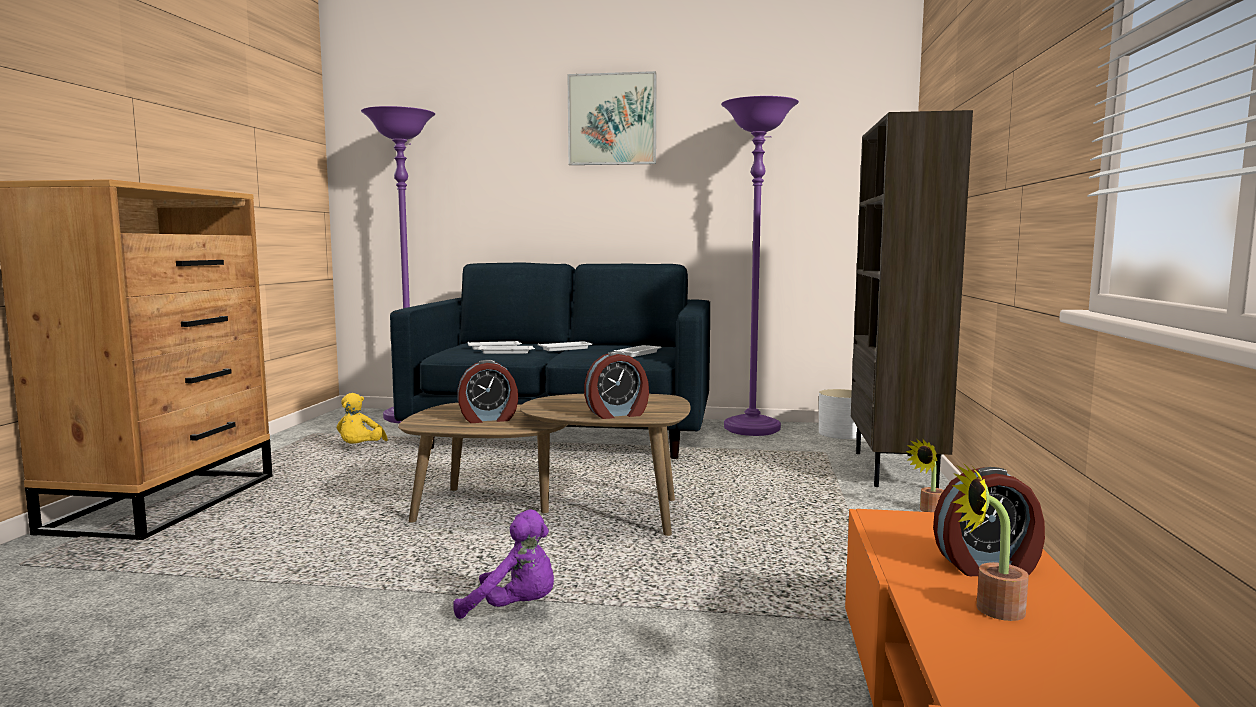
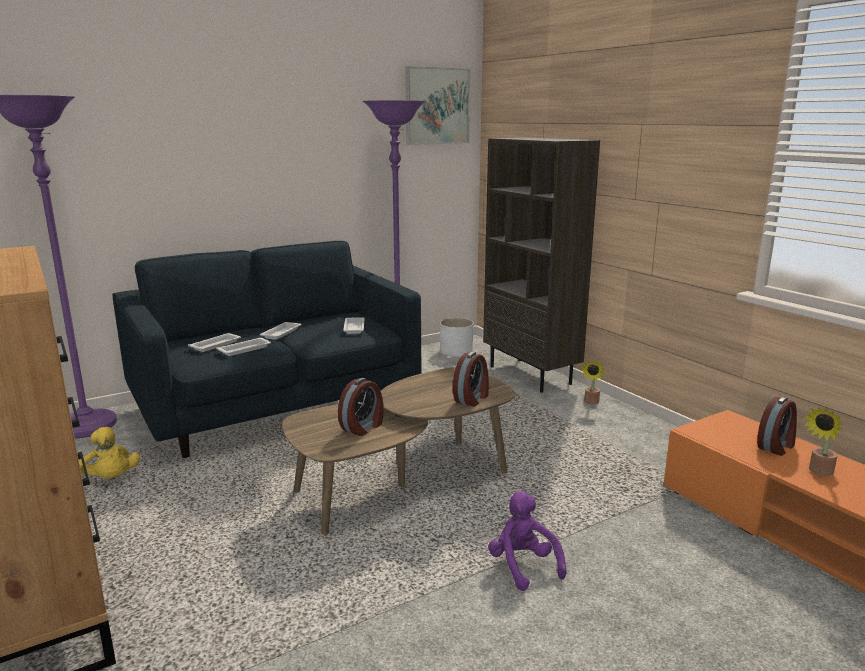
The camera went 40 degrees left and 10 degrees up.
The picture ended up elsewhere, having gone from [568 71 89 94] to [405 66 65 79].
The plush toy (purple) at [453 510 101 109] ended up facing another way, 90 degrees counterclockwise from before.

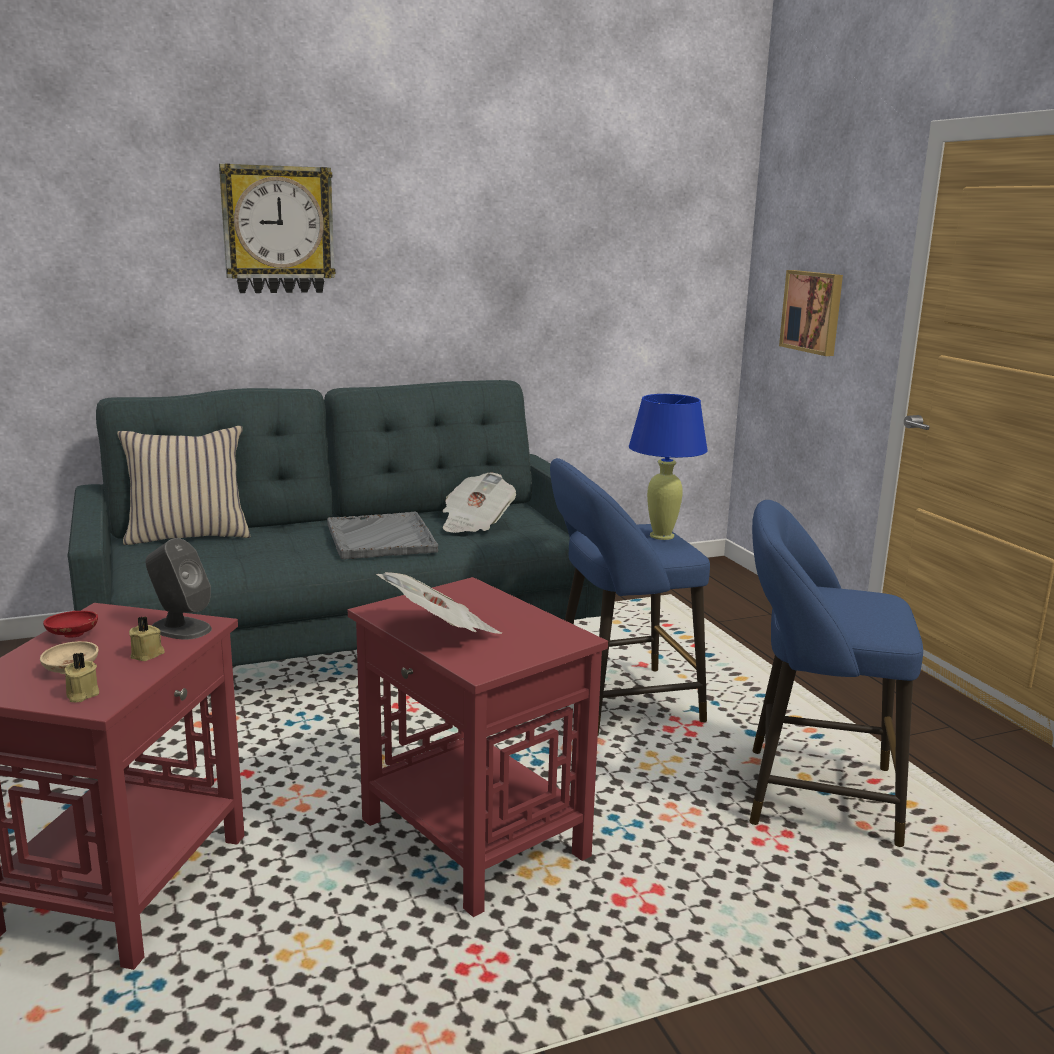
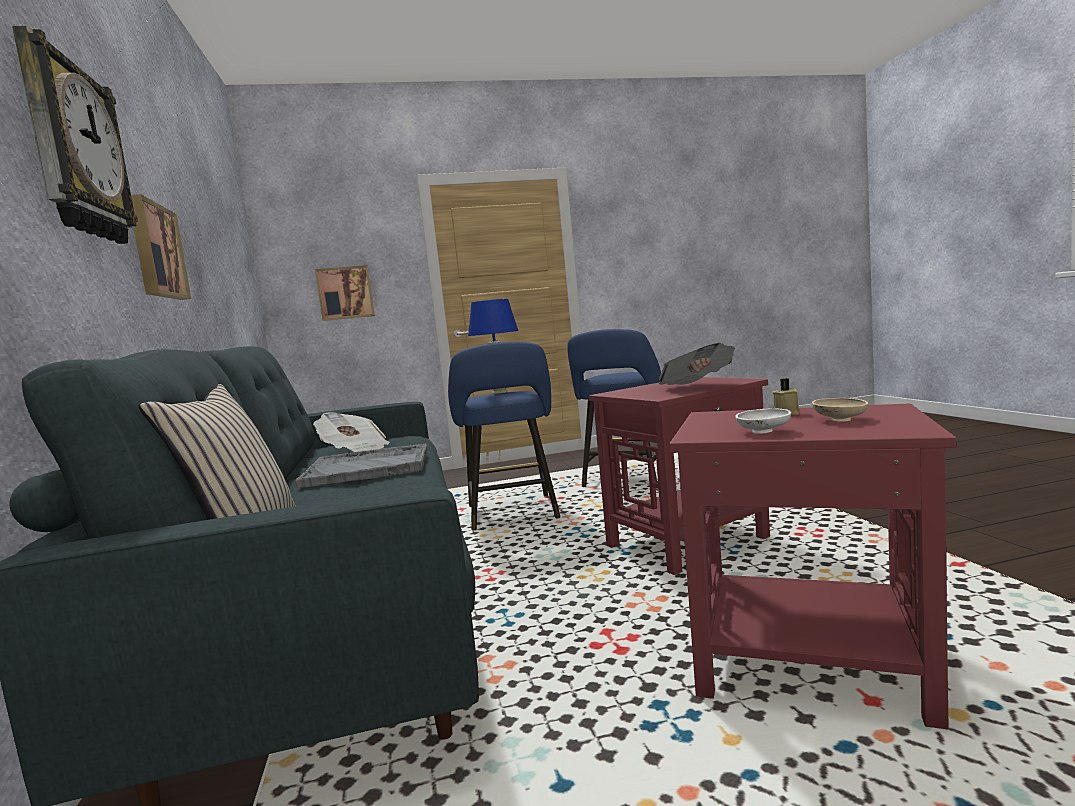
The camera went 80 degrees left and 10 degrees down.
The second view lost the candle (beige) at [64 652 35 50].
The second view lost the speaker (grey) at [145 538 67 102].
The second view gained the picture at [131 194 60 106].
What was the bowl (red) at [43 611 55 27] turned into the bowl (white) at [735 408 56 26].

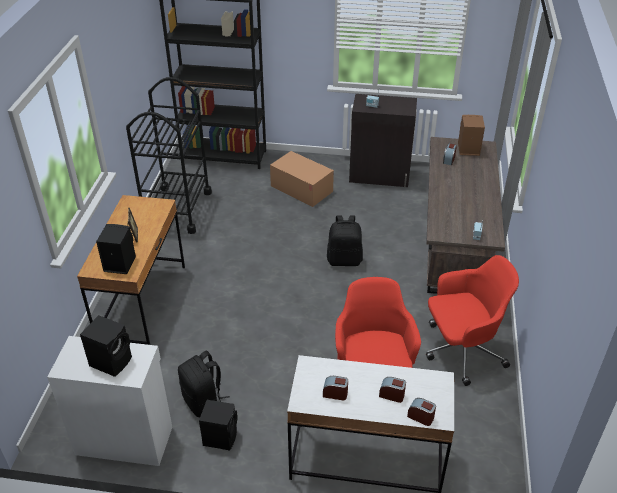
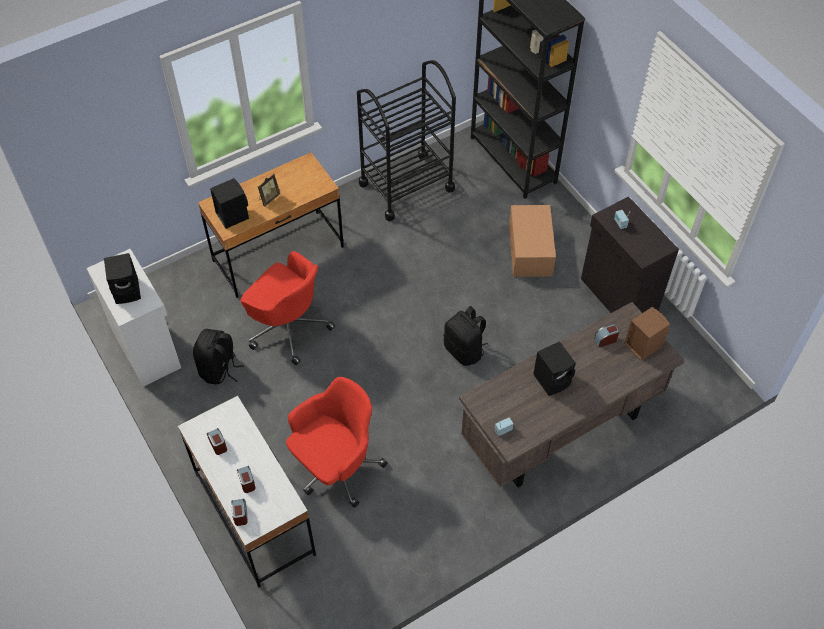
The camera went 50 degrees right and 15 degrees up.
The speaker (black) ended up elsewhere, having gone from [199 400 39 51] to [533 341 43 55].
The office chair (red) ended up elsewhere, having gone from [426 255 93 131] to [240 251 95 114].

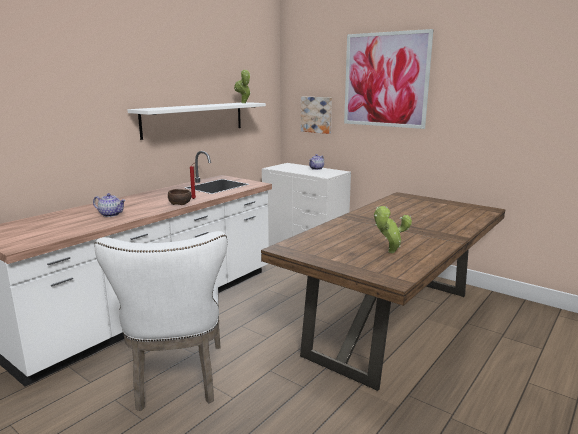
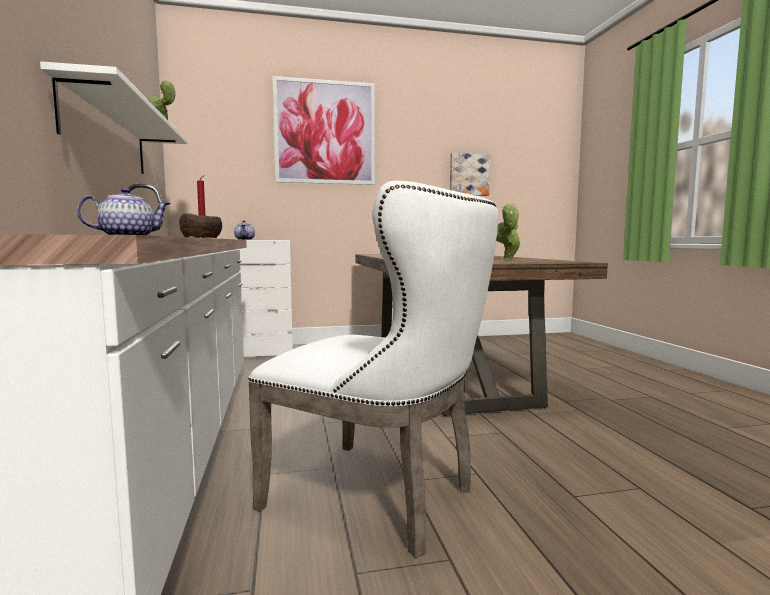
The camera went 50 degrees left and 10 degrees down.
The picture ended up elsewhere, having gone from [301 97 31 37] to [450 153 40 43].

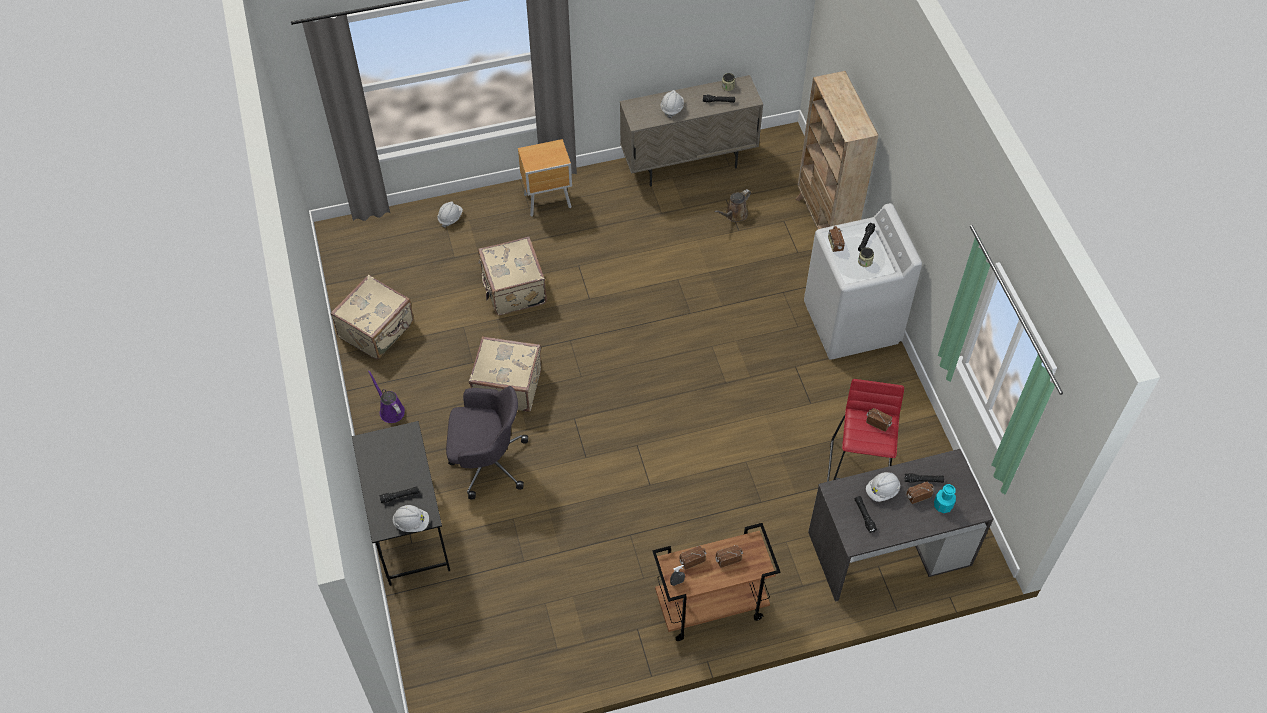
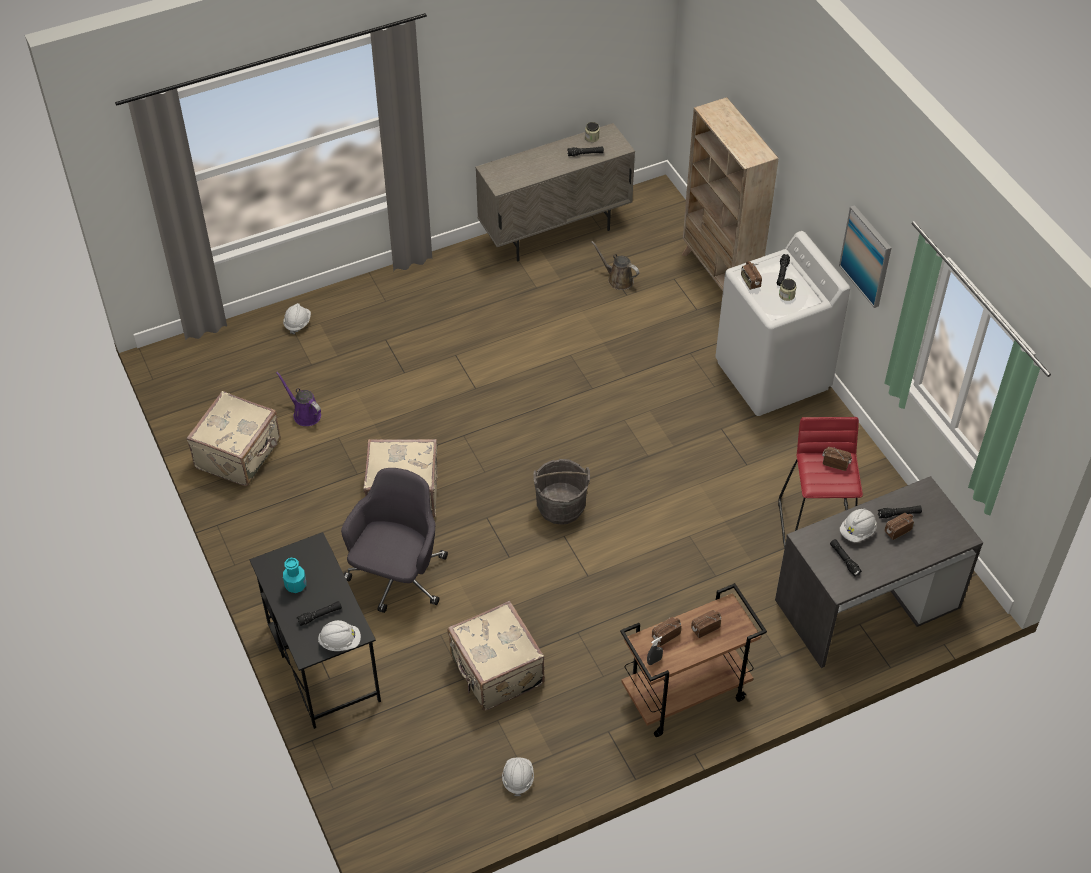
The camera went 10 degrees left and 5 degrees down.
The second view lost the nightstand (brown) at [518 139 54 77].
The second view gained the bucket (grey) at [533 459 57 66].
The second view gained the picture at [839 205 52 103].
The watering can (purple) ended up elsewhere, having gone from [368 370 37 53] to [276 372 45 54].
The suitcase (beige) ended up elsewhere, having gone from [478 236 69 79] to [448 601 97 110].
The hard hat (white) ended up elsewhere, having gone from [661 90 23 28] to [502 757 32 39].
The bottle (turquoise) ended up elsewhere, having gone from [934 484 22 29] to [283 558 23 35].
The office chair (grey) at [446 386 82 114] ended up facing another way, 60 degrees counterclockwise from before.
The watering can (brown) at [714 189 37 33] ended up facing another way, 90 degrees clockwise from before.

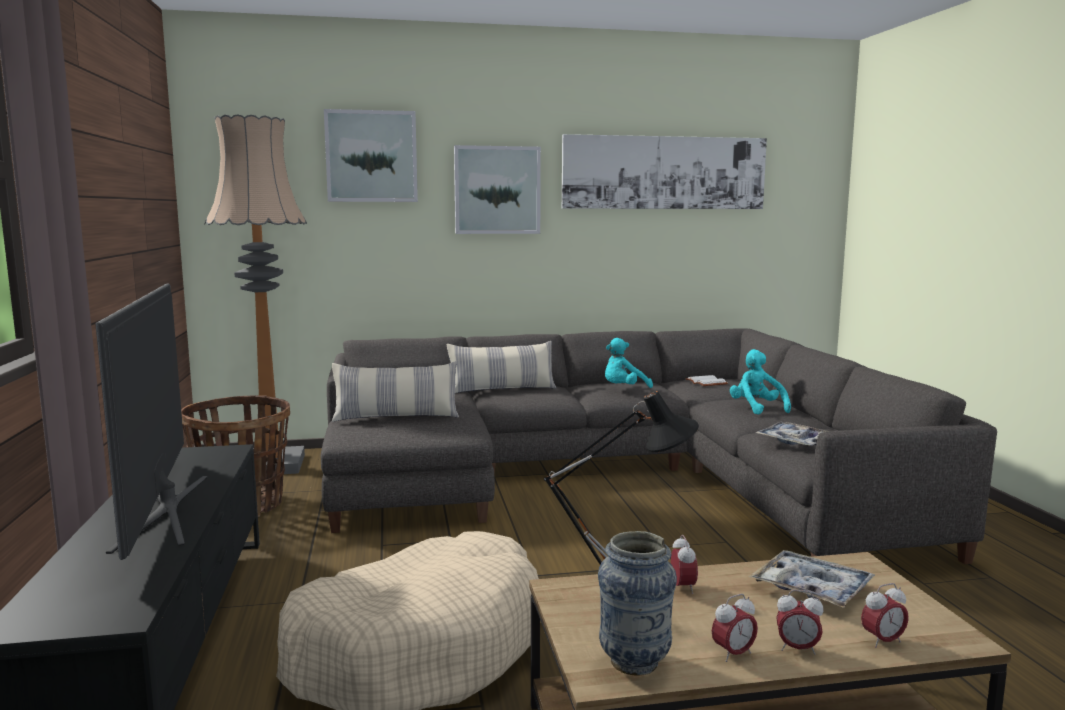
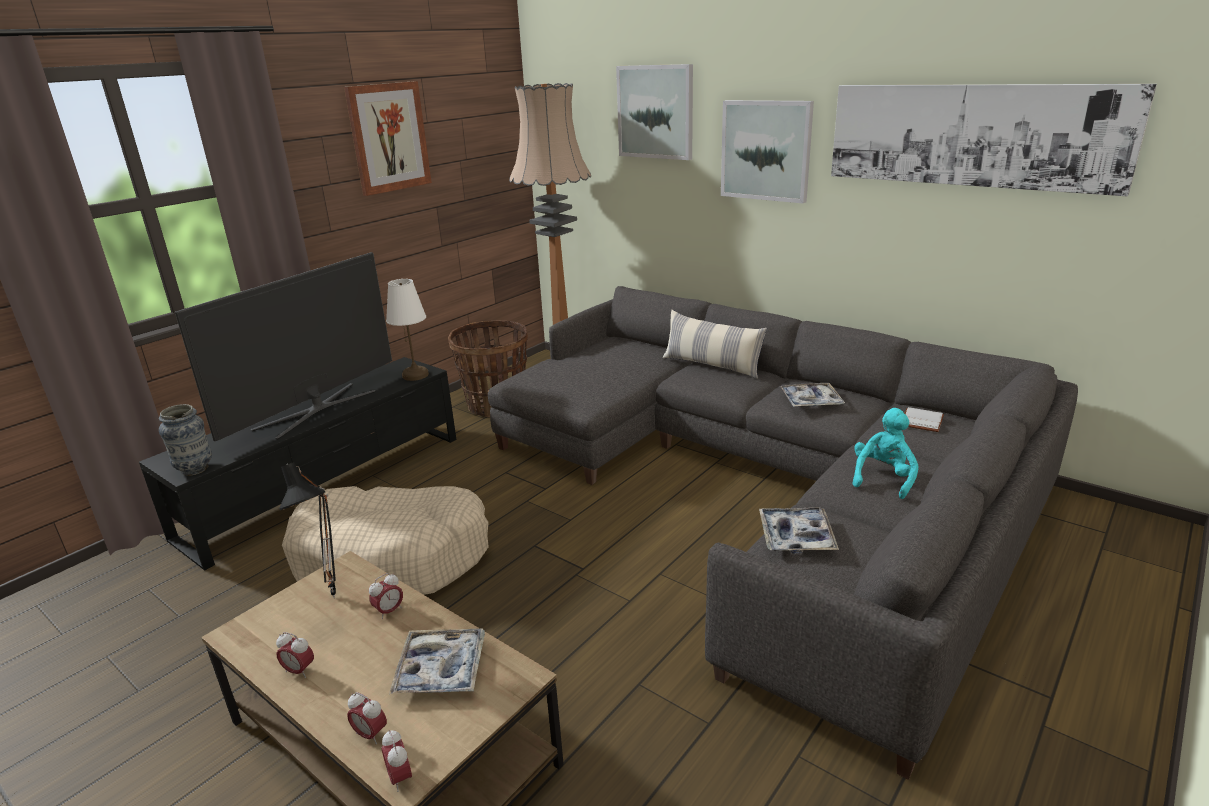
The camera went 50 degrees right and 15 degrees up.
The second view lost the pillow at [332 361 127 61].
The second view gained the picture at [344 81 88 115].
The second view gained the table lamp (white) at [386 279 43 102].
The vase ended up elsewhere, having gone from [598 531 79 145] to [159 404 53 72].
The alarm clock ended up elsewhere, having gone from [776 590 48 65] to [381 730 31 62].
Where the plush toy (turquoise) stood at [605 338 48 50], the tray came to stand at [780 383 65 24].

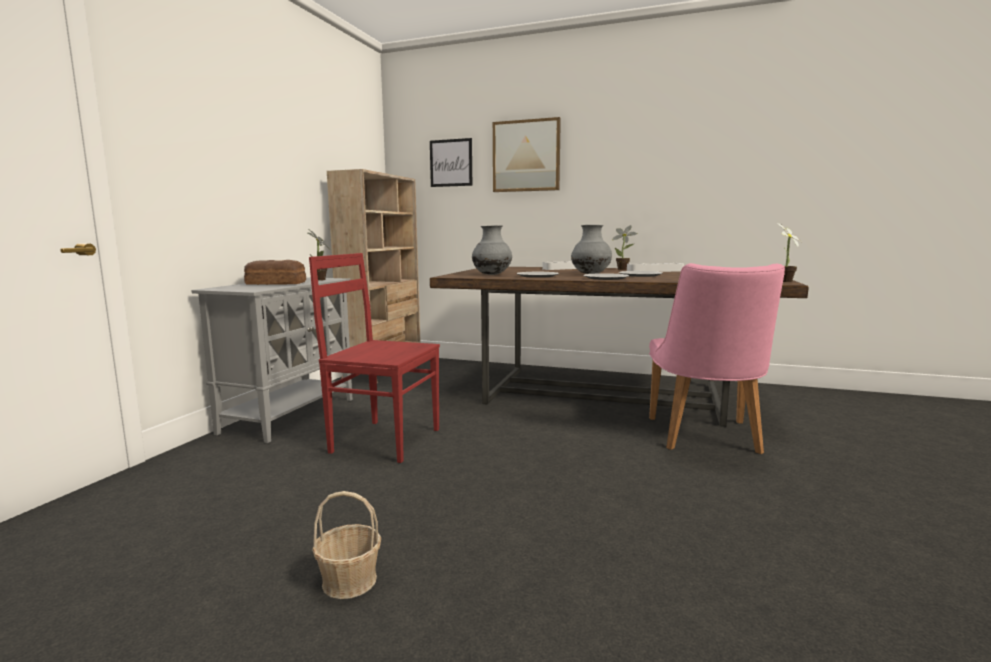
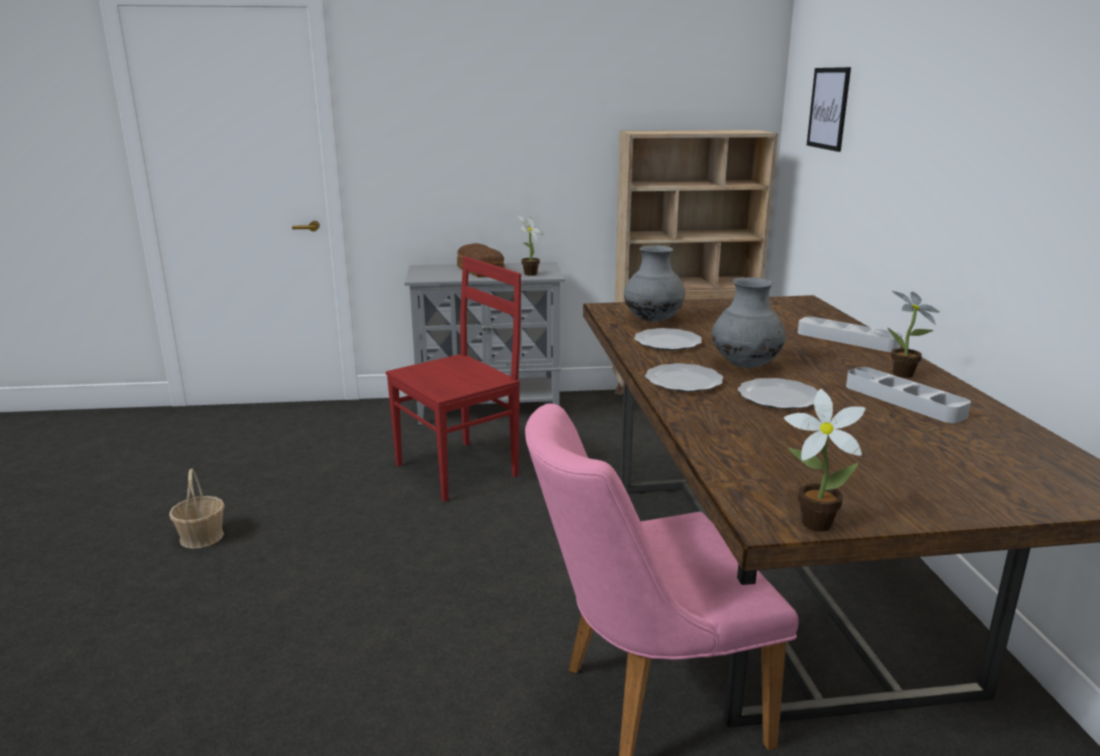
The camera went 65 degrees right and 10 degrees up.
The second view lost the picture at [493 117 68 75].
The chair (red) at [309 253 131 210] ended up facing another way, 60 degrees clockwise from before.

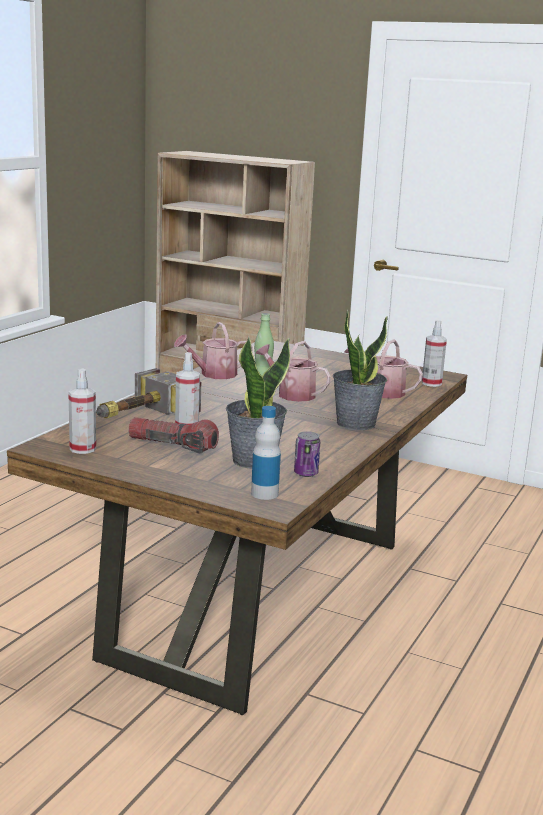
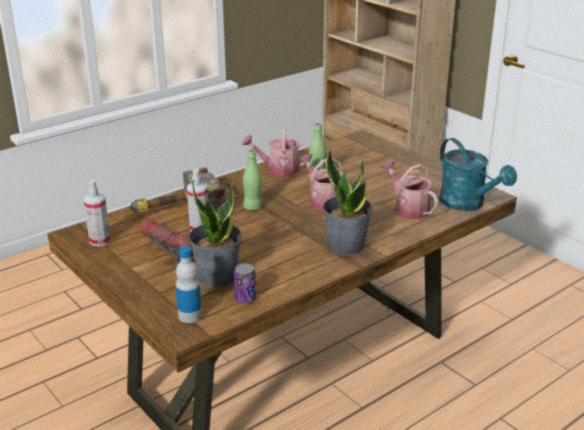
The camera went 25 degrees right and 10 degrees up.
The second view gained the bottle (green) at [243 149 19 62].
Where the spray bottle stood at [422 320 25 67], the watering can (turquoise) came to stand at [439 138 78 73].

